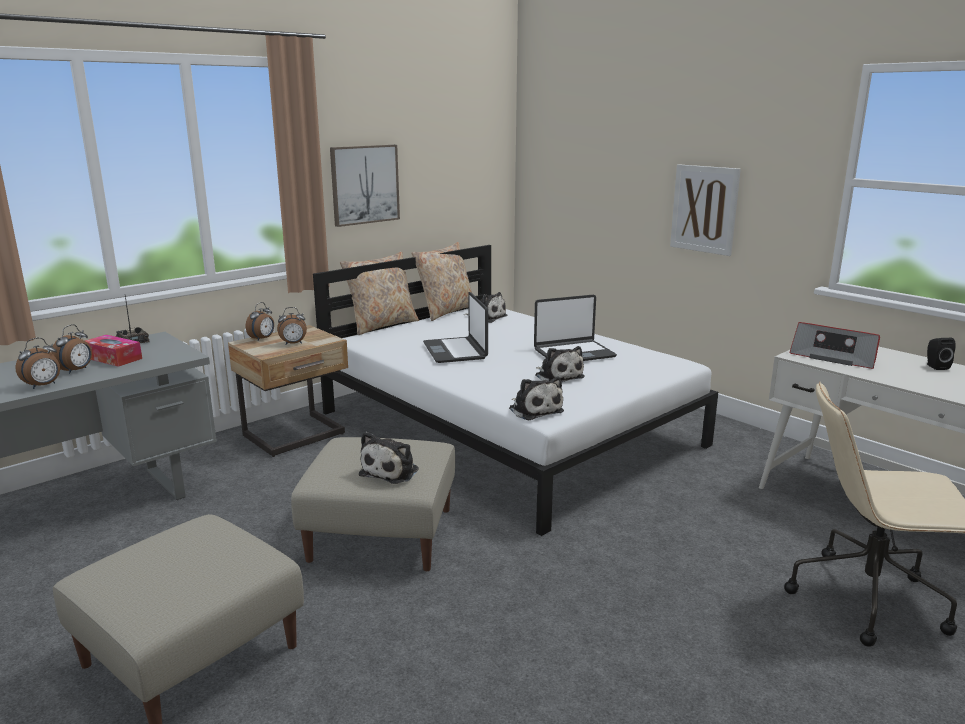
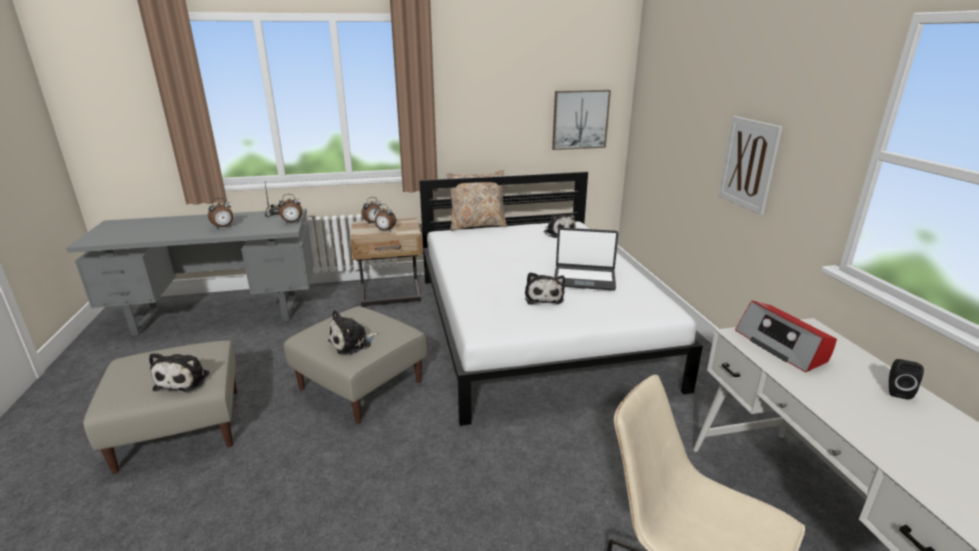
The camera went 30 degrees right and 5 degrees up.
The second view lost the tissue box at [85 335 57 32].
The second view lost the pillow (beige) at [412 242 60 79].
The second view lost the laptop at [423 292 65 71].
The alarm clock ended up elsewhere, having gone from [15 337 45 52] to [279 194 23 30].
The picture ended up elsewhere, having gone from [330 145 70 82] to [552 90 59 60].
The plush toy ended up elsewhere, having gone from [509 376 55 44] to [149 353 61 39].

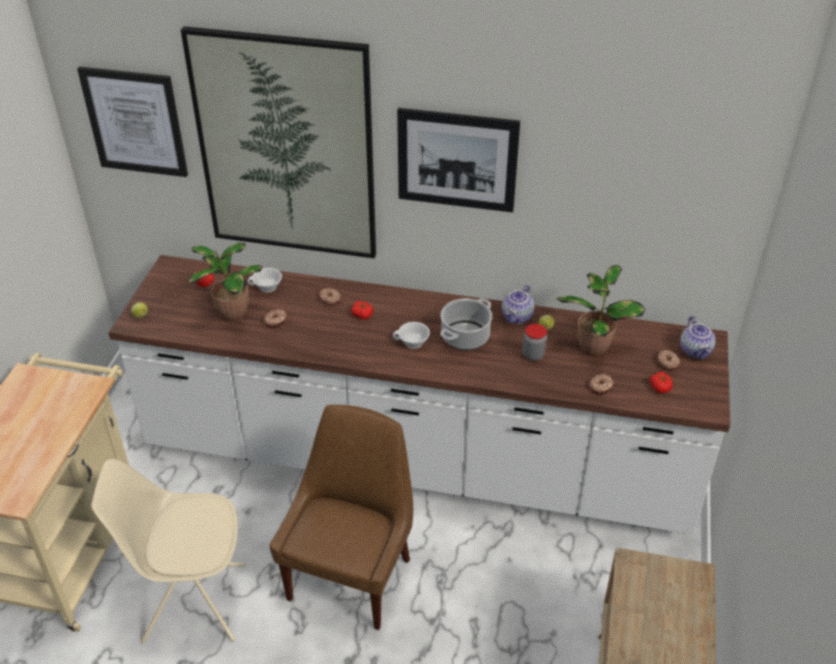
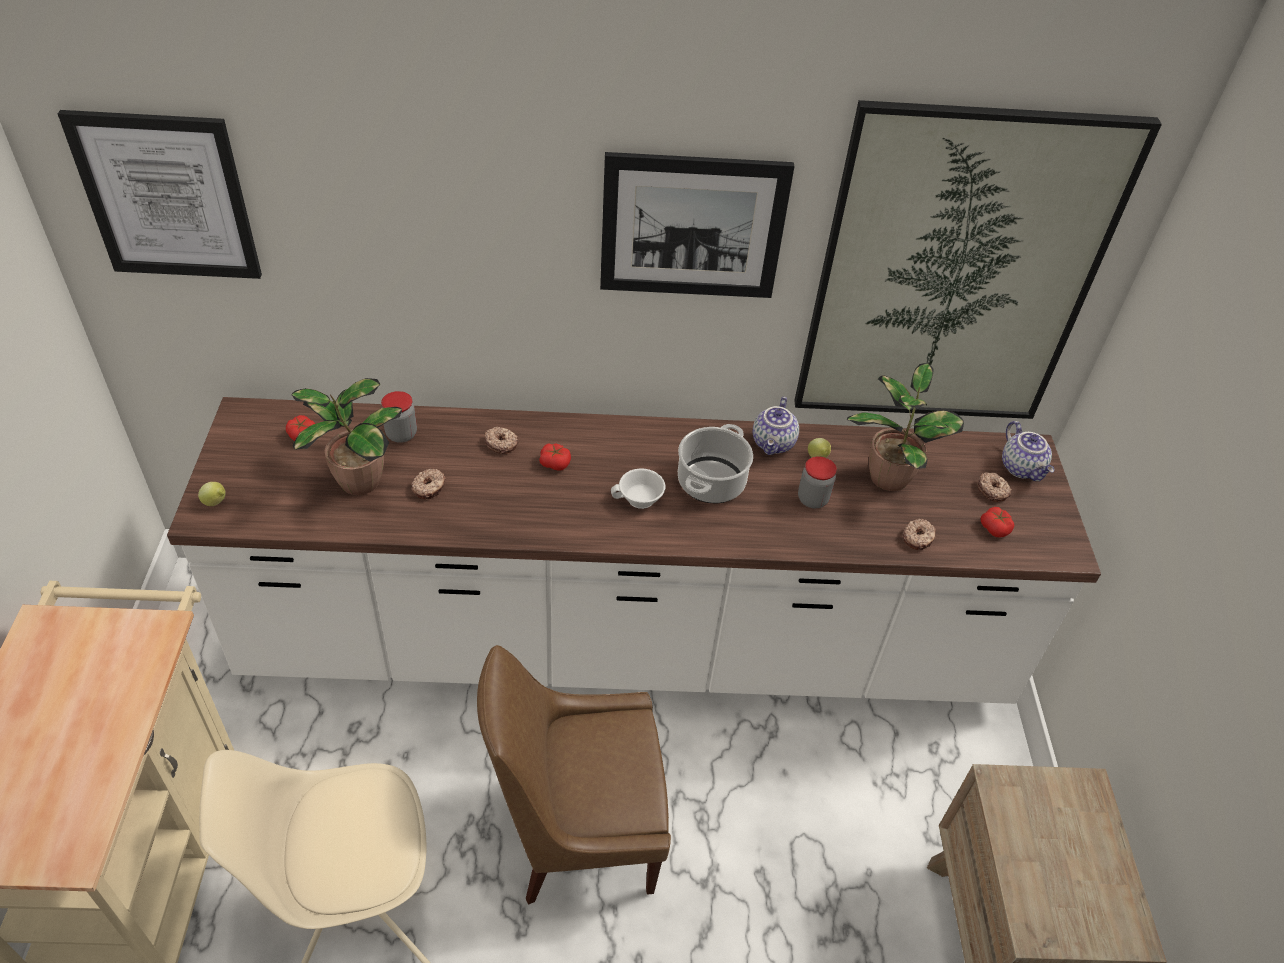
The camera went 15 degrees left and 5 degrees up.
The picture ended up elsewhere, having gone from [181 26 195 232] to [794 100 368 319].
Where the cup (white) stood at [248 268 34 24], the jar came to stand at [381 391 36 52].
The chair (brown) at [269 405 144 225] ended up facing another way, 105 degrees counterclockwise from before.

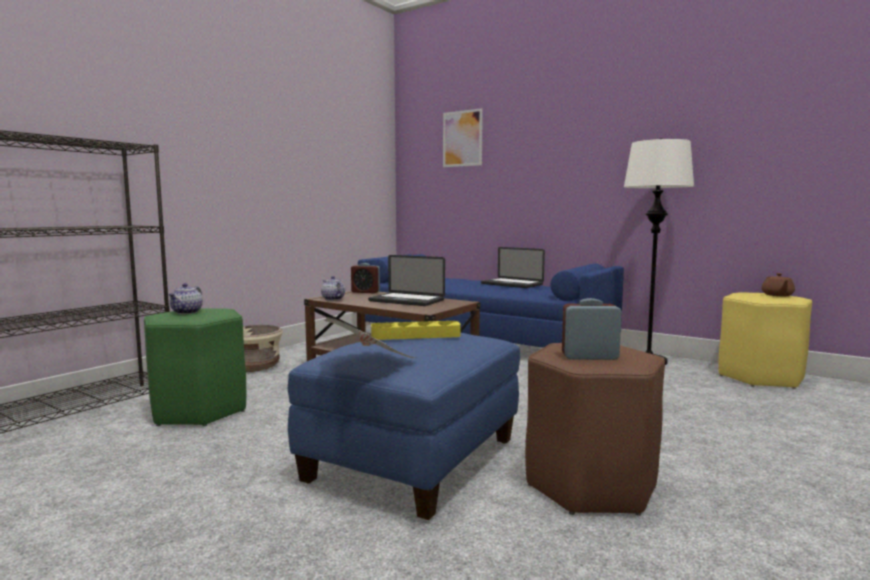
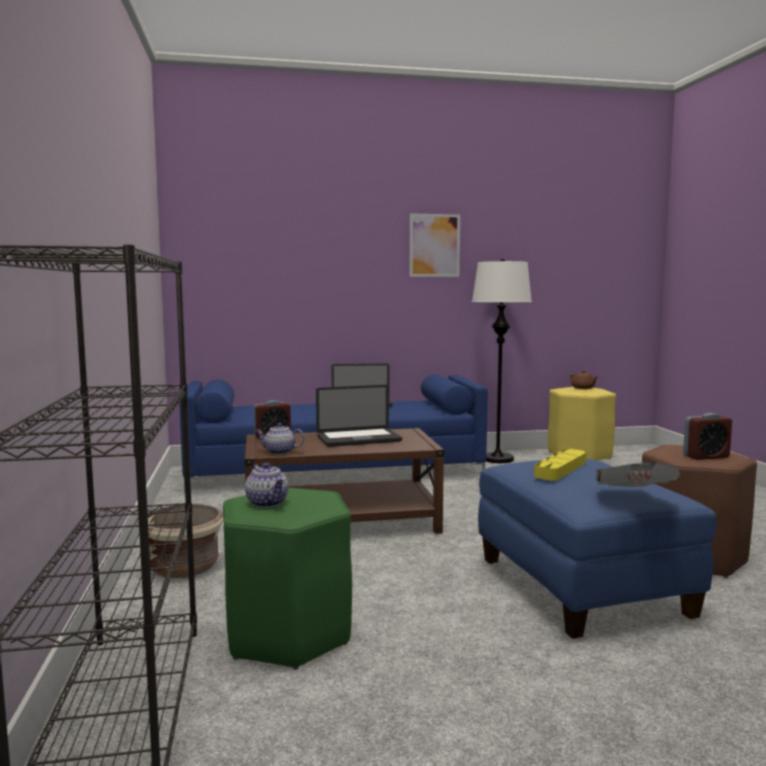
The camera went 45 degrees left and 0 degrees up.
The picture ended up elsewhere, having gone from [443 108 40 59] to [409 213 51 64].
The alarm clock at [562 298 60 62] ended up facing another way, 150 degrees counterclockwise from before.

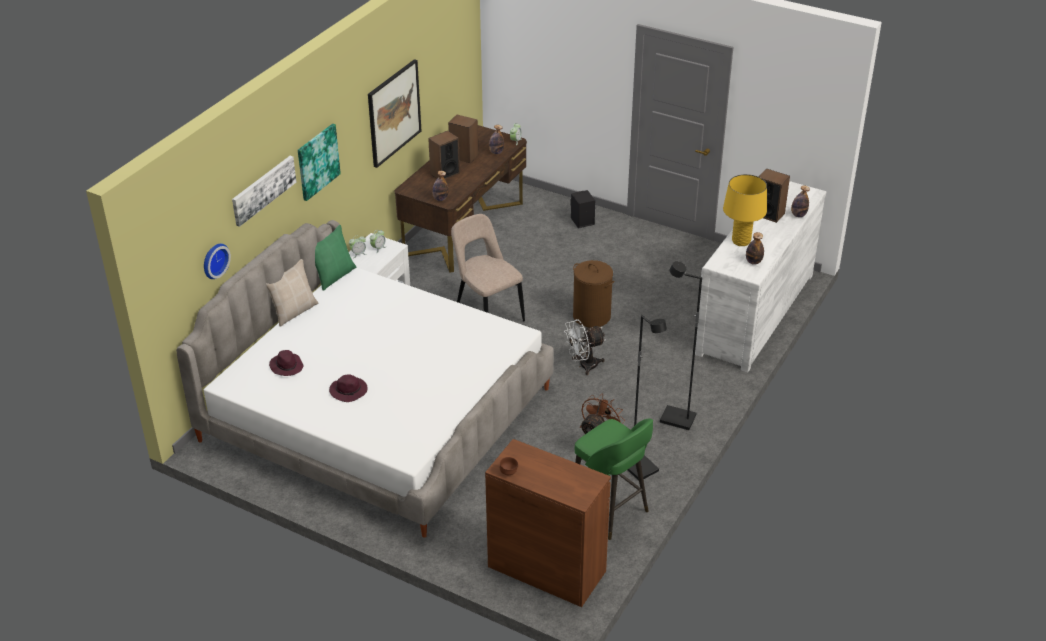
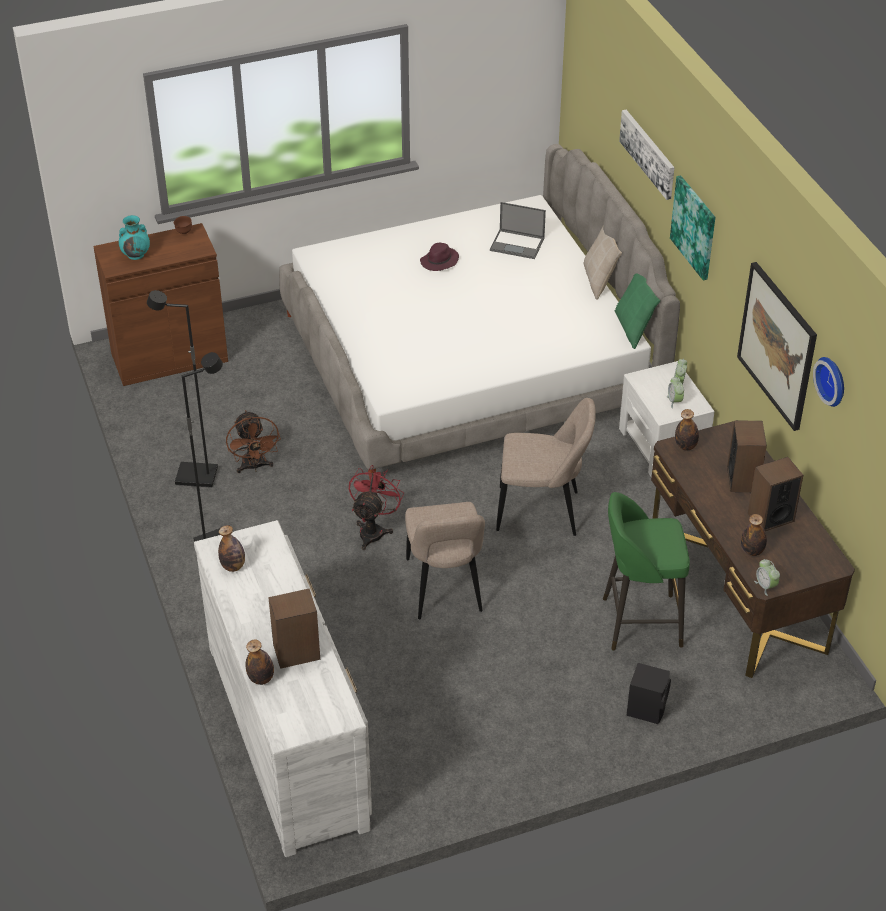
The camera went 130 degrees right and 5 degrees up.
The second view lost the table lamp (yellow) at [723 174 44 72].
The second view gained the vase (turquoise) at [119 215 31 45].
The wall clock ended up elsewhere, having gone from [204 244 27 35] to [813 357 31 50].
The stool (green) ended up elsewhere, having gone from [575 418 78 122] to [603 492 87 159].
Where the hat (purple) stood at [269 350 34 26], the laptop came to stand at [490 202 56 57].
Where the laundry basket (brown) stood at [573 260 42 68], the chair (beige) came to stand at [405 502 80 117].
What was the fan (white) at [564 319 41 56] turned into the fan (red) at [349 465 55 85].

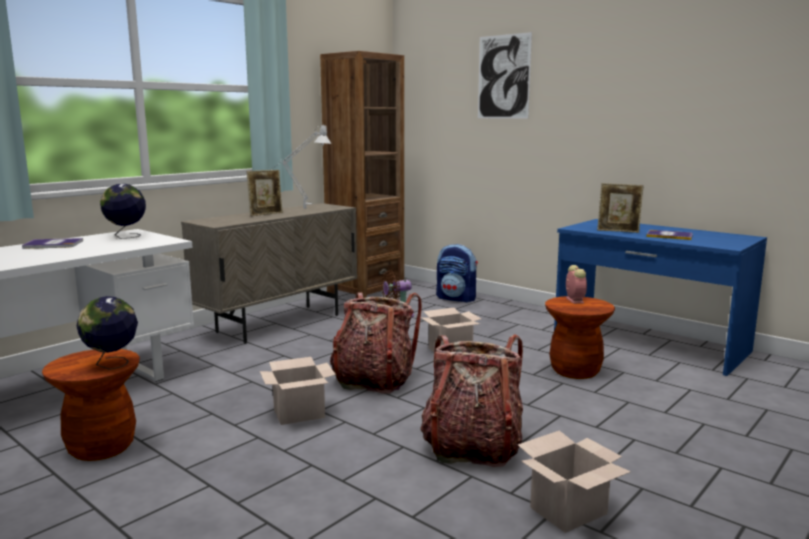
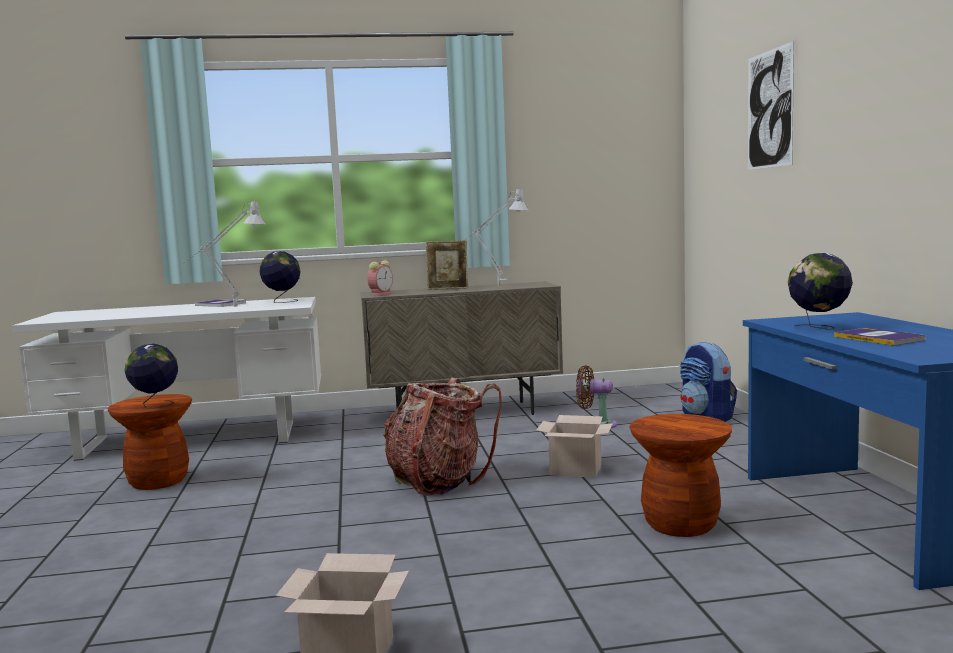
The camera went 40 degrees right and 5 degrees down.
The second view lost the cardboard box at [260 357 76 68].
The second view lost the bookcase (brown) at [320 51 84 247].
The second view lost the backpack at [420 334 103 133].
The second view gained the table lamp (grey) at [183 200 83 107].
The alarm clock ended up elsewhere, having gone from [566 265 21 39] to [367 260 26 36].
Where the picture frame stood at [597 183 47 50], the globe came to stand at [788 253 65 77].

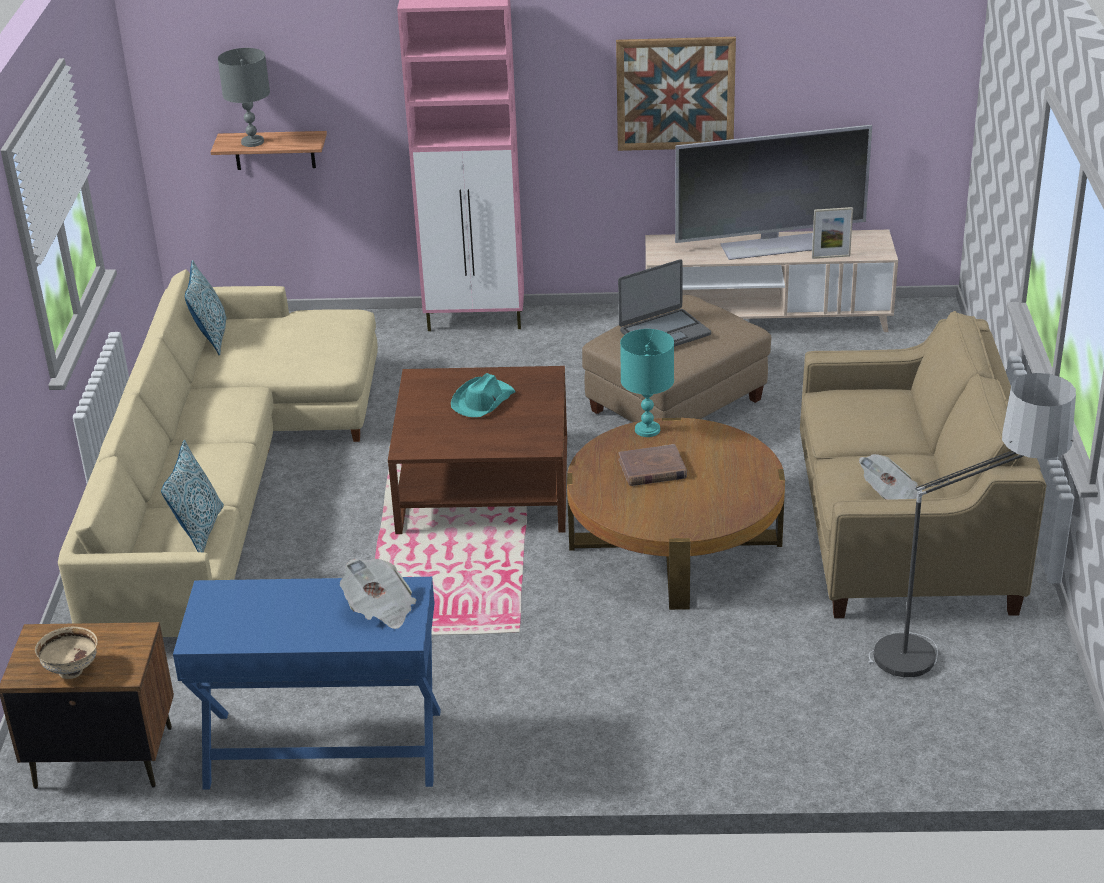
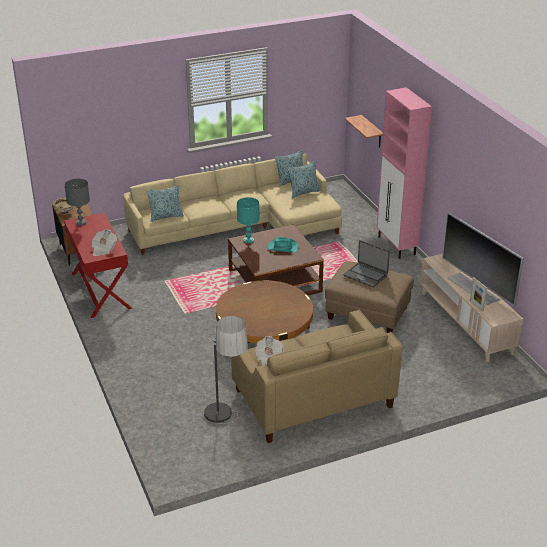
The camera went 65 degrees right and 0 degrees up.
The second view lost the picture at [616 37 120 114].
The second view lost the book (brown) at [619 444 68 42].
The second view gained the pillow at [288 161 33 37].
The table lamp (grey) ended up elsewhere, having gone from [218 48 52 99] to [65 179 25 47].
The table lamp (turquoise) ended up elsewhere, having gone from [620 329 54 108] to [237 197 23 46].
What was the console table (blue) at [173 577 268 212] turned into the console table (red) at [64 213 68 105].

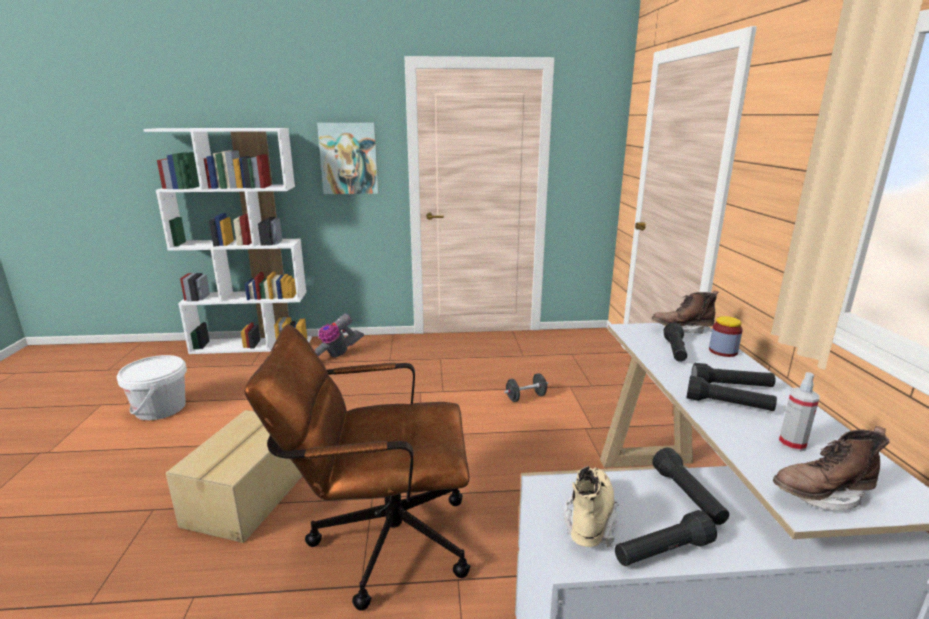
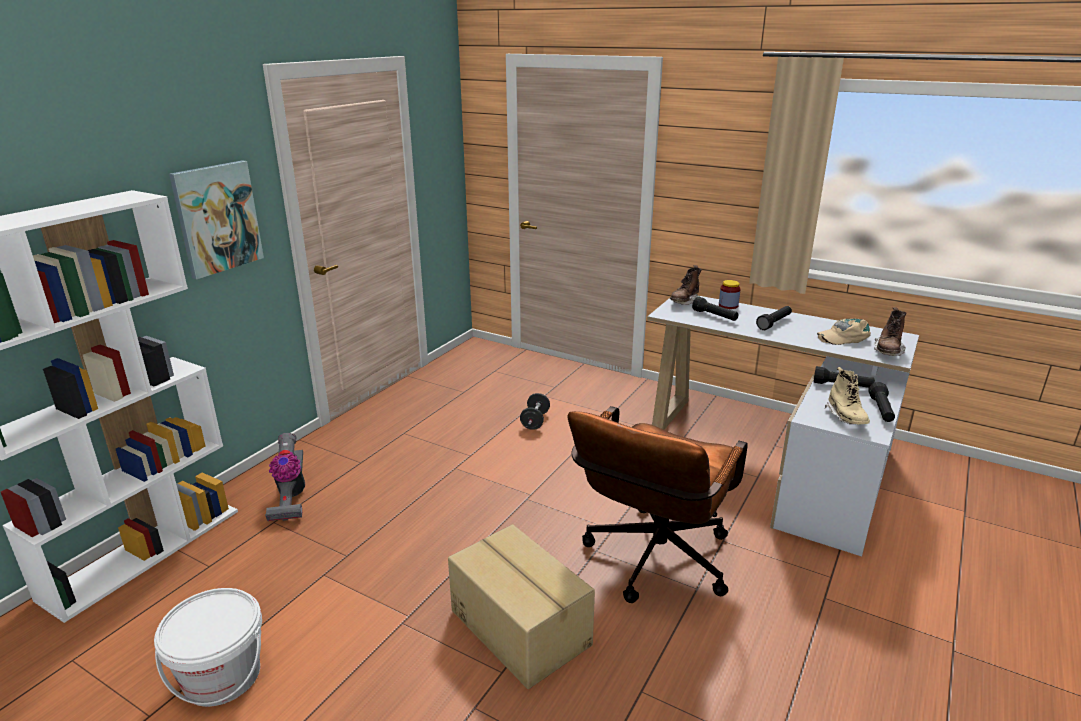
The camera went 55 degrees left and 5 degrees up.
The second view lost the flashlight (black) at [686 376 91 35].
Where the spray bottle stood at [779 372 41 80], the cap (beige) came to stand at [817 319 54 26].
The boot (beige) at [564 466 55 81] ended up facing another way, 150 degrees counterclockwise from before.

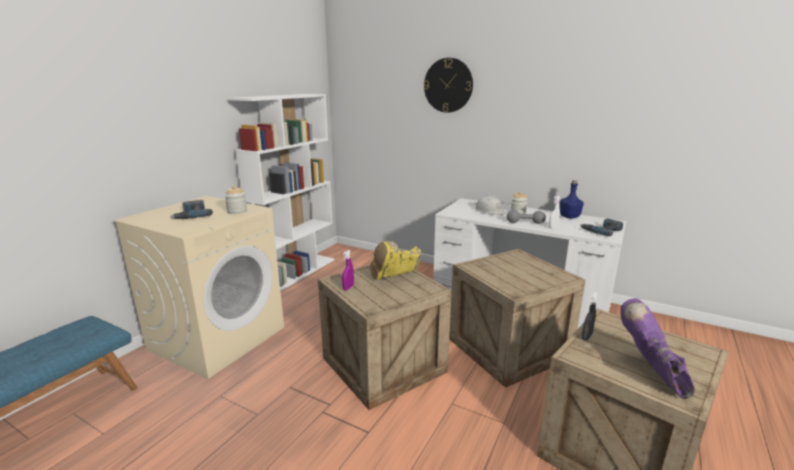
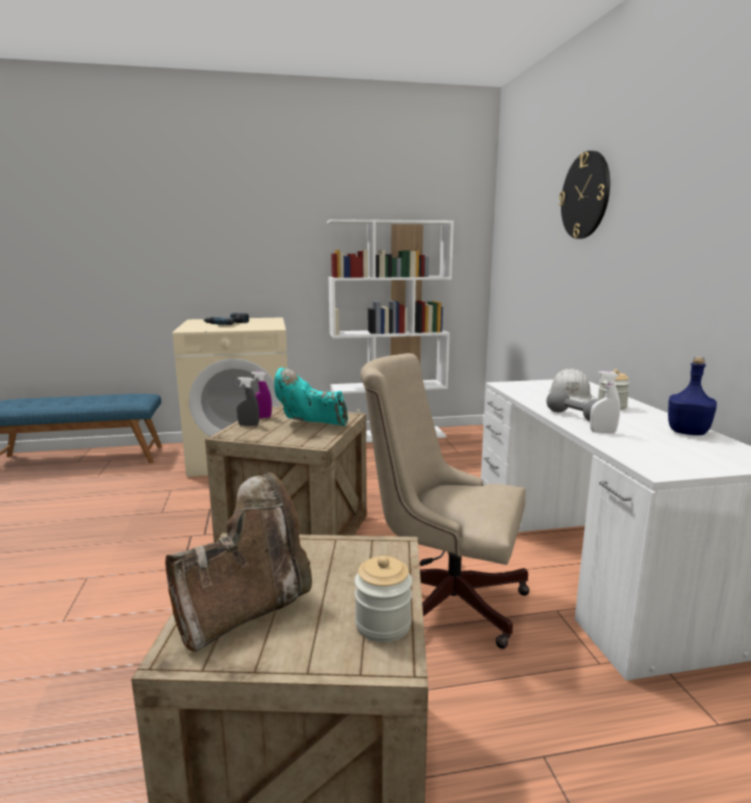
The camera went 50 degrees right and 5 degrees down.
The second view lost the power drill at [580 219 43 17].
The jar ended up elsewhere, having gone from [225 186 22 28] to [354 556 58 86].
The spray bottle (grey) ended up elsewhere, having gone from [581 292 17 49] to [237 377 22 49].
Where the crate stood at [449 249 136 139], the office chair (beige) came to stand at [360 353 170 296].
What was the boot (yellow) at [370 241 51 39] turned into the boot (turquoise) at [274 368 74 58].
What was the boot (purple) at [620 298 75 101] turned into the boot (brown) at [165 472 147 180].

